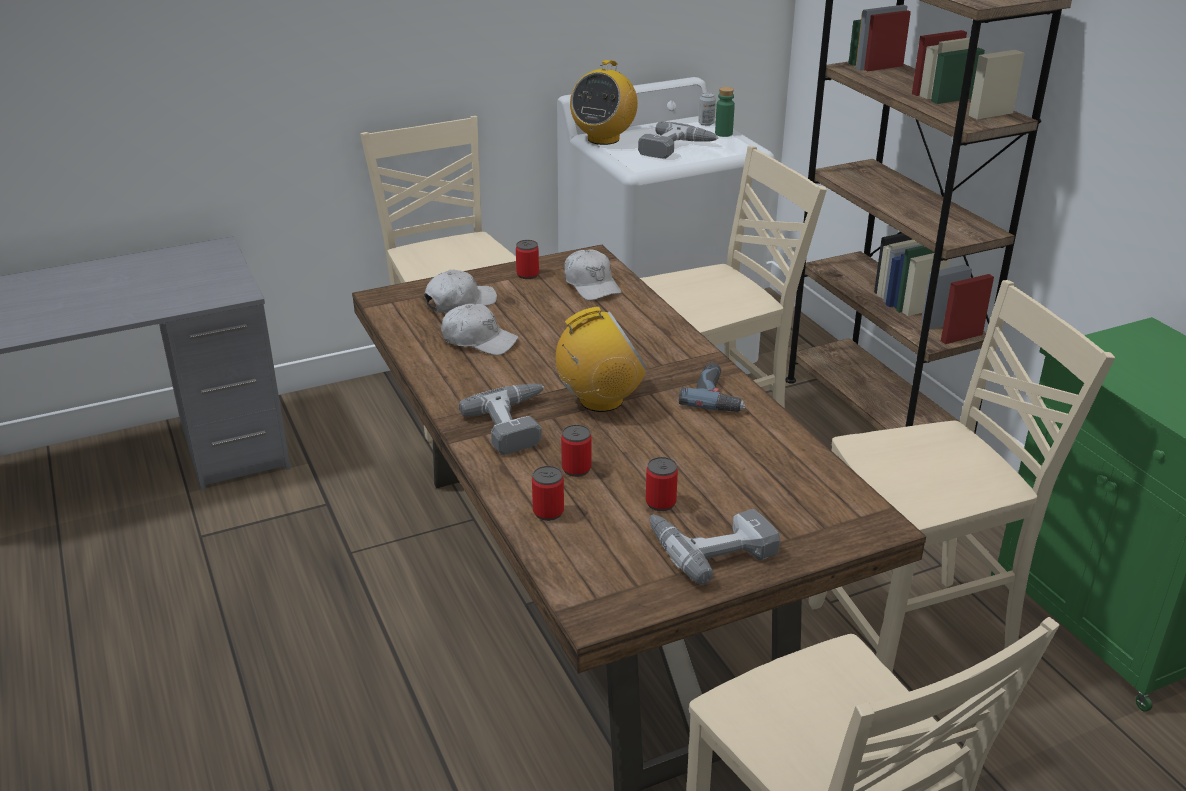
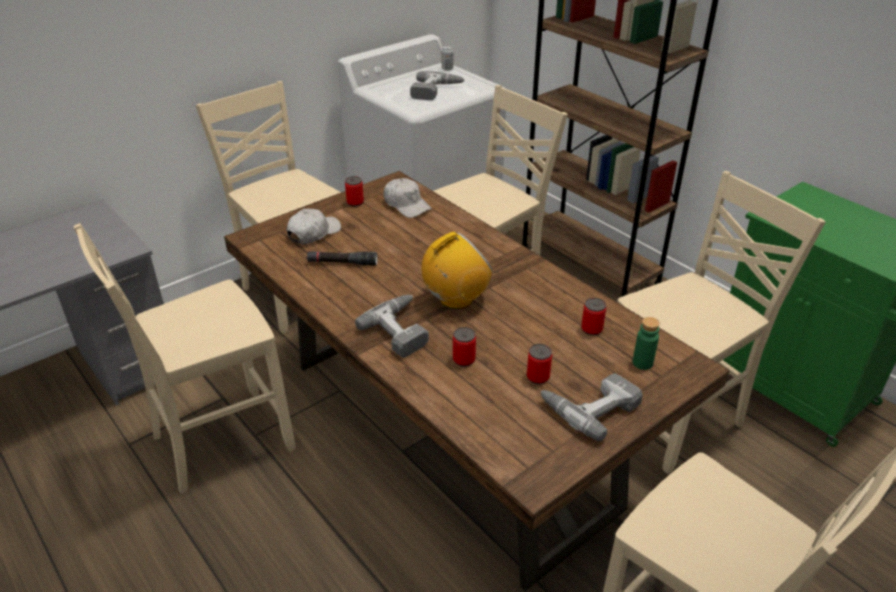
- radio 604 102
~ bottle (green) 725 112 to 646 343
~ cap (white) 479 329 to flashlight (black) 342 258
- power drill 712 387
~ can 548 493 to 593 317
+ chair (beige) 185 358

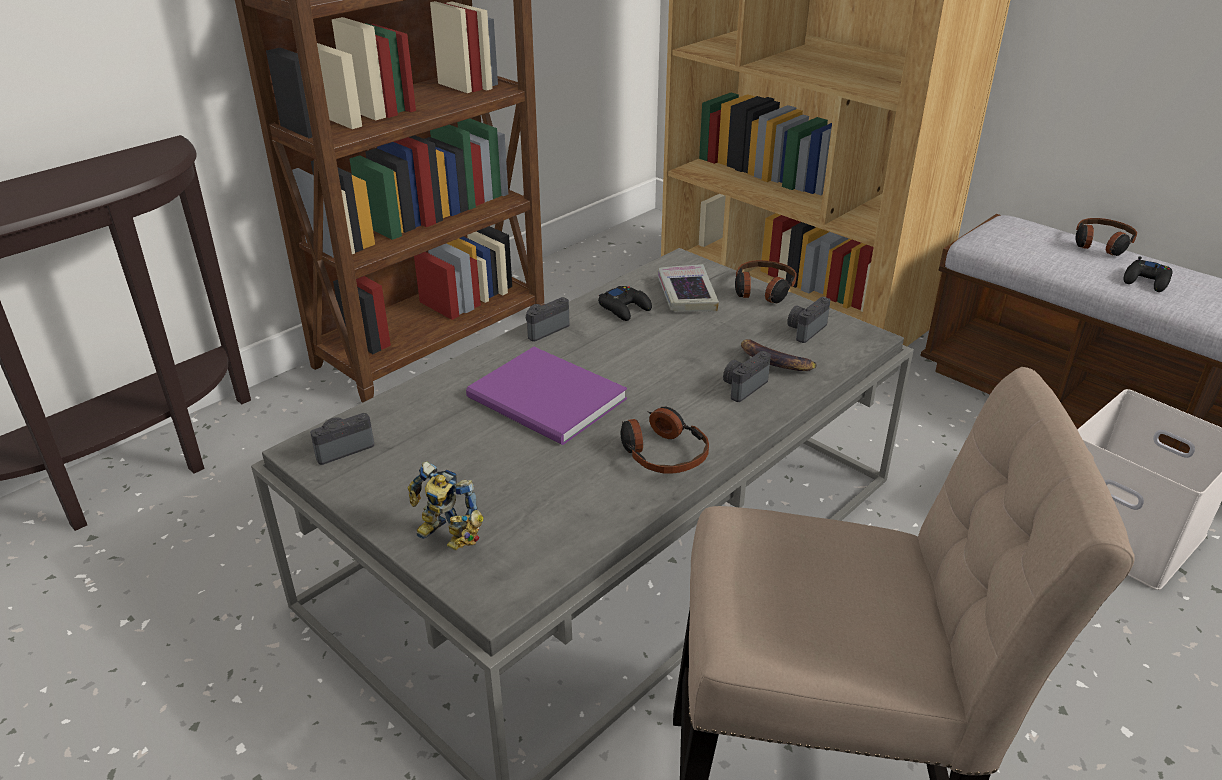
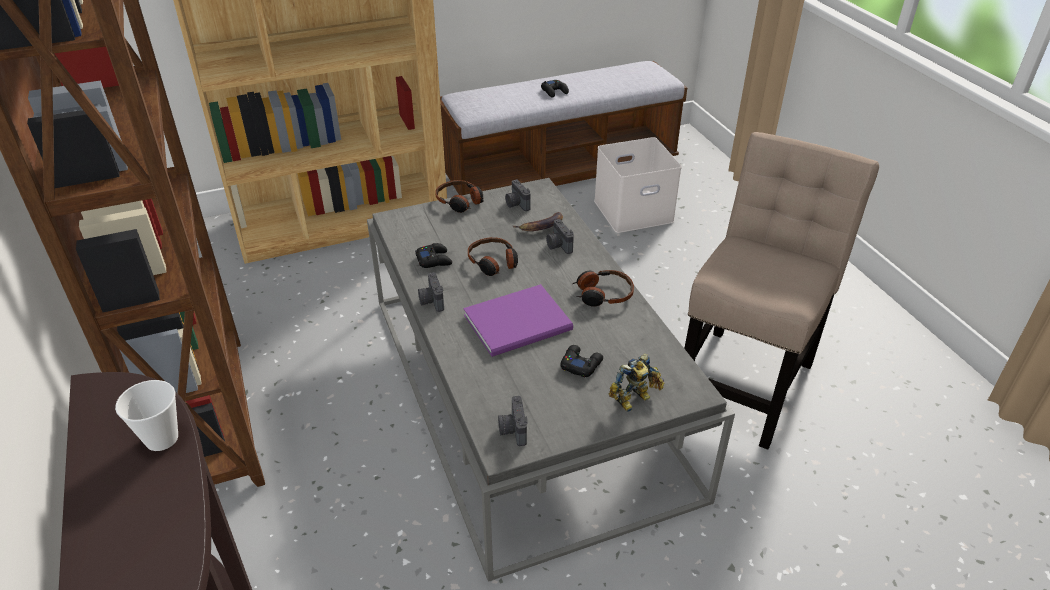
~ headphones 1106 237 to 493 256
- book 688 288
+ game controller (black) 581 361
+ cup 146 415

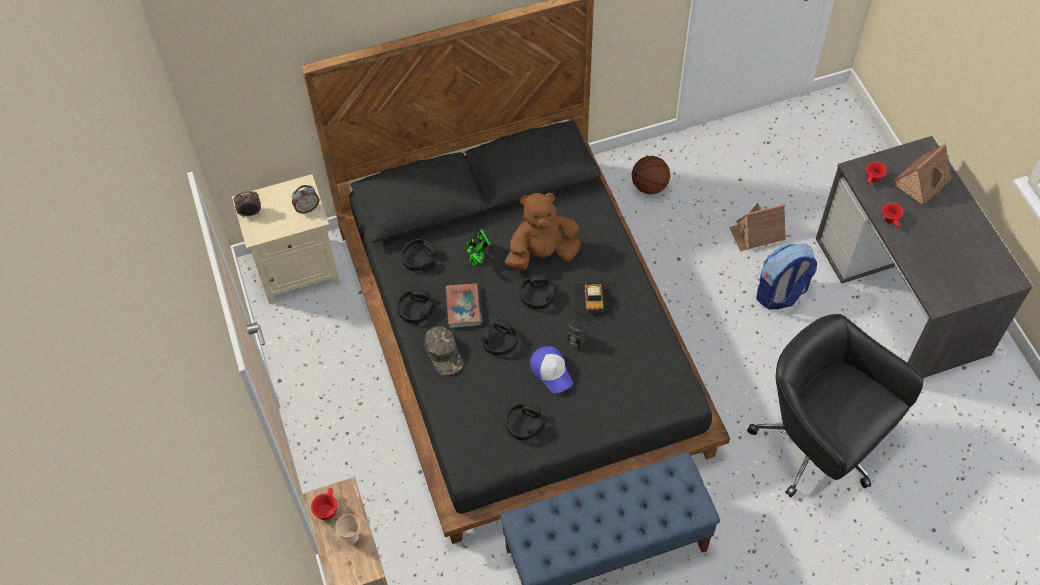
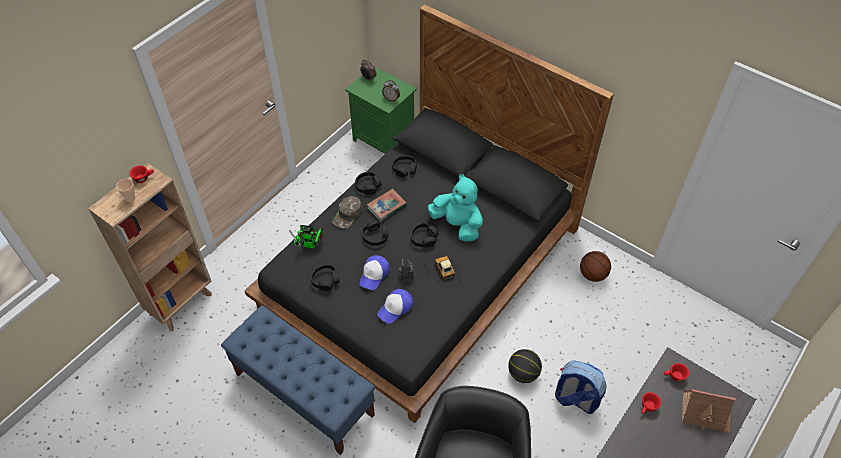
~ nightstand (beige) 286 239 to nightstand (green) 381 110
~ plush toy (brown) 543 231 to plush toy (turquoise) 455 208
- toy house 757 227
~ toy robot 479 247 to 306 236
~ toy car 594 301 = 444 270 105 degrees clockwise
+ cap 395 306
+ basketball 525 366

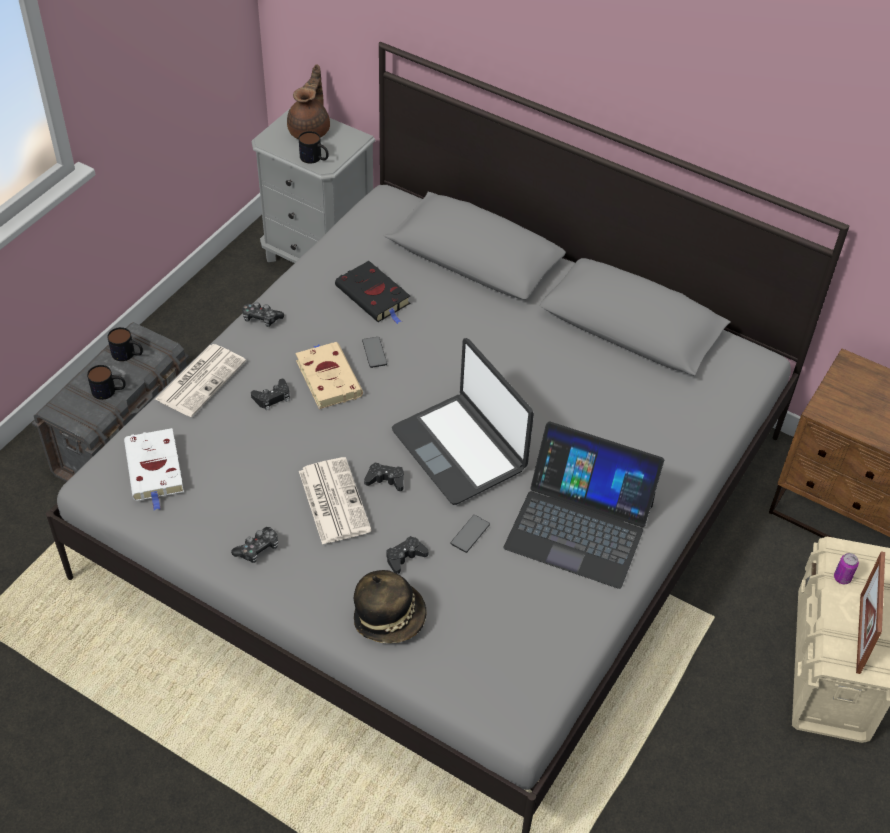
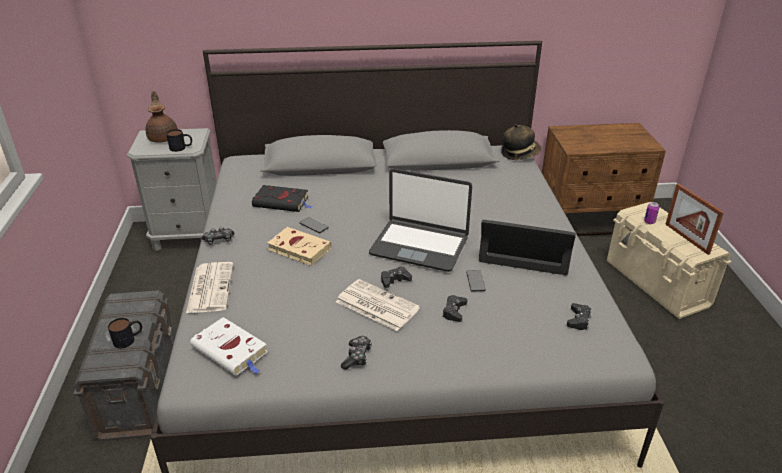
- mug 125 344
~ game controller (black) 270 394 to 579 316
~ laptop 584 505 = 527 247 150 degrees counterclockwise
~ hat 390 607 to 521 142

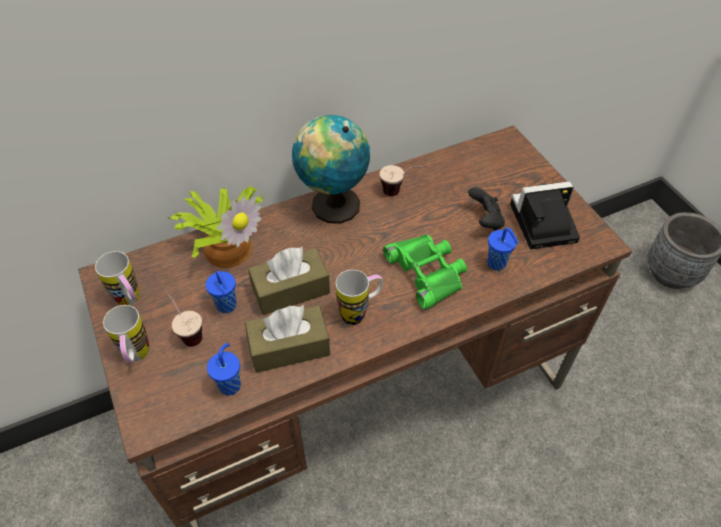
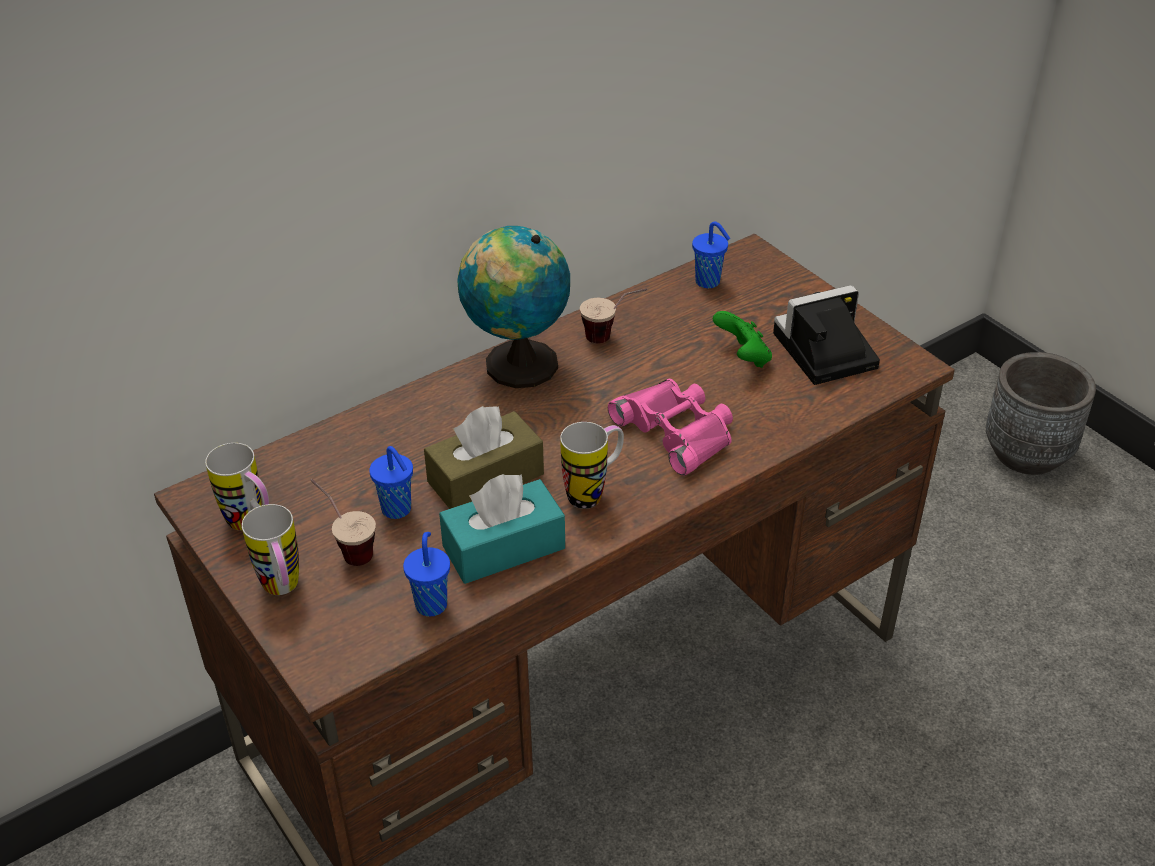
- potted plant 215 227
~ game controller (black) 486 208 to game controller (green) 742 339
~ cup (blue) 503 249 to 711 254
~ binoculars (green) 425 272 to binoculars (pink) 670 427
~ tissue box (brown) 287 339 to tissue box (turquoise) 502 529

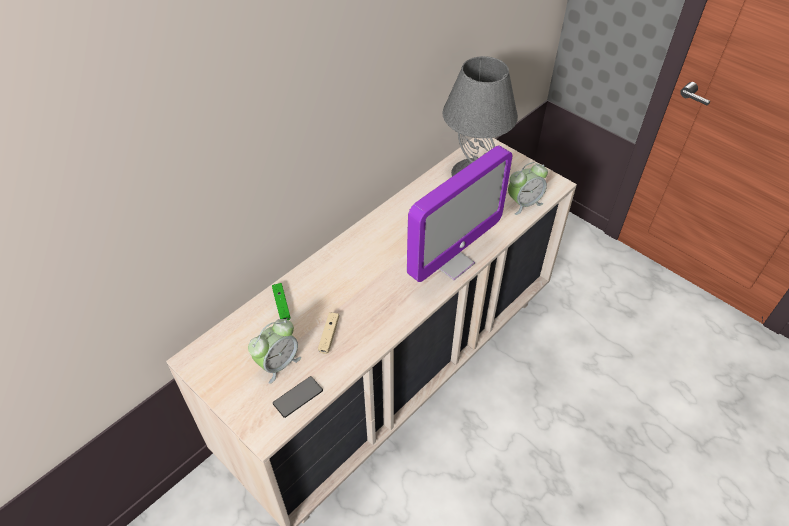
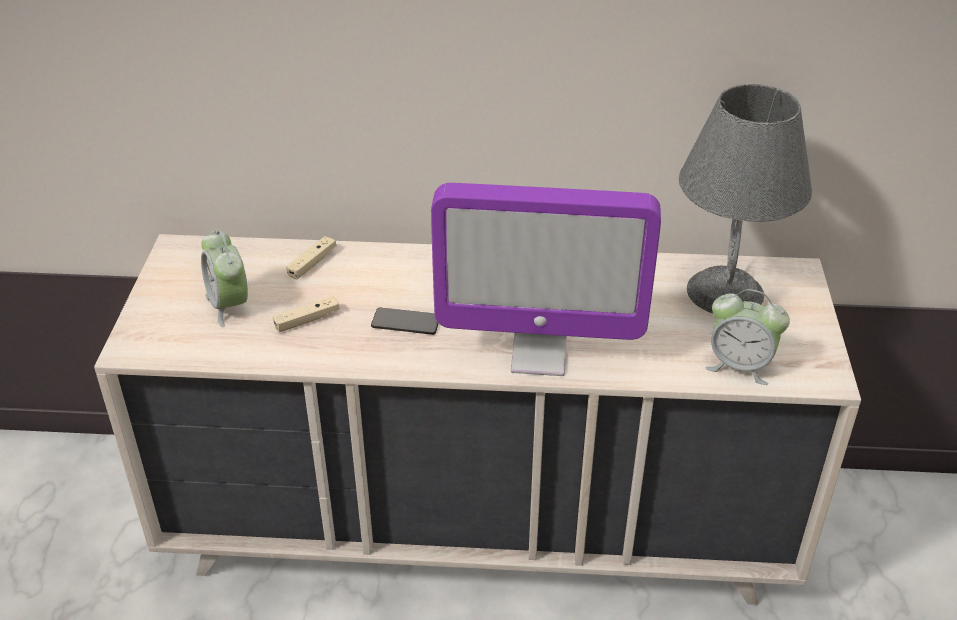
~ game controller (green) 281 301 to game controller (beige) 311 257
~ alarm clock 274 351 = 224 279 60 degrees clockwise
~ phone 298 397 to 405 321

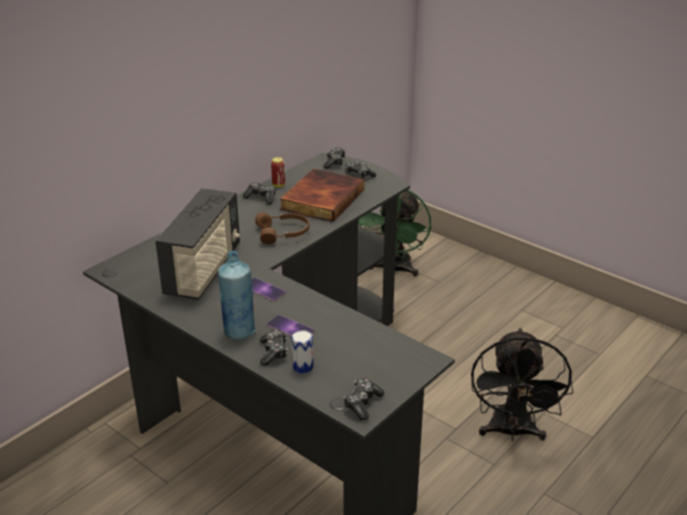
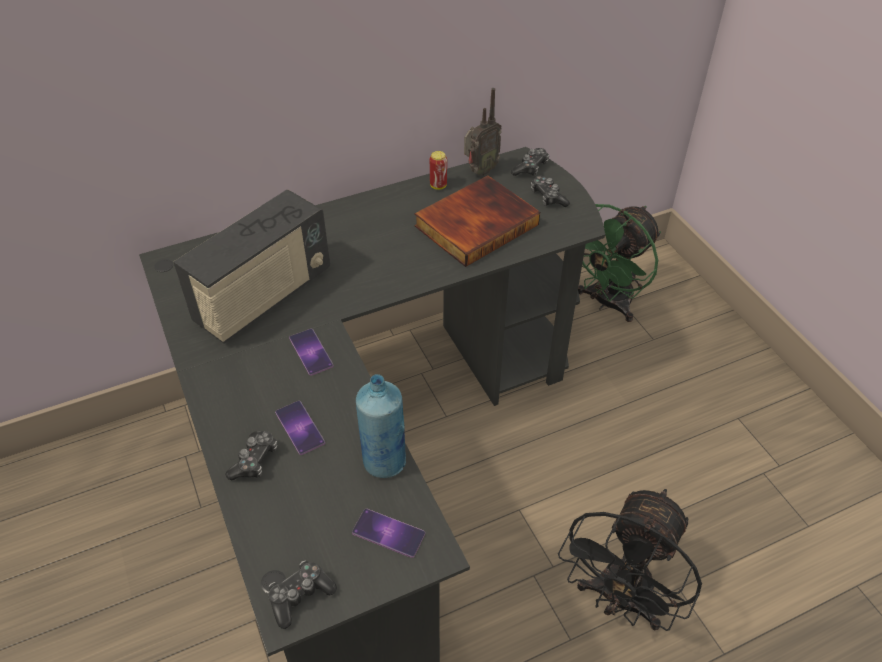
- game controller 259 193
- headphones (brown) 282 228
~ bottle (blue) 236 295 to 381 426
- can 303 352
+ radio 483 132
+ phone 388 533

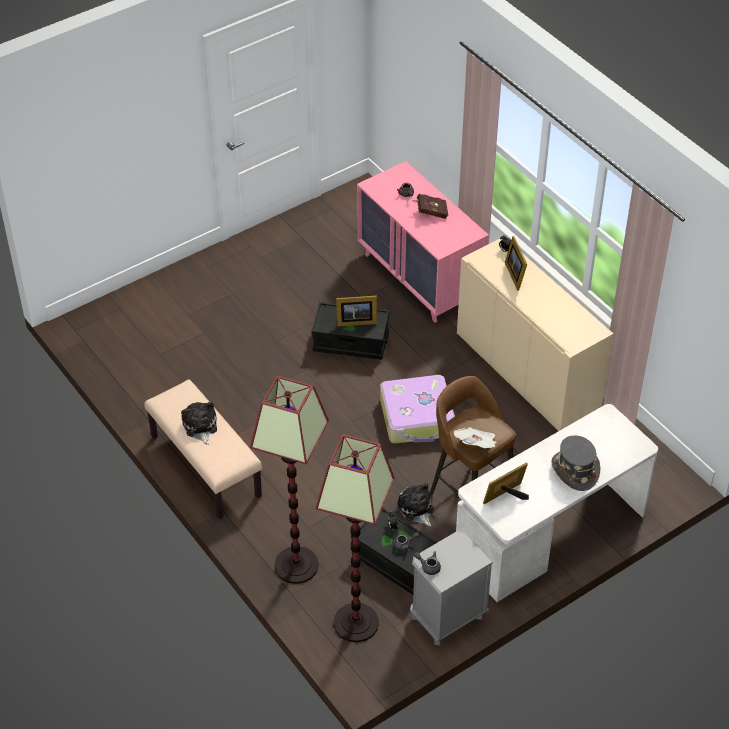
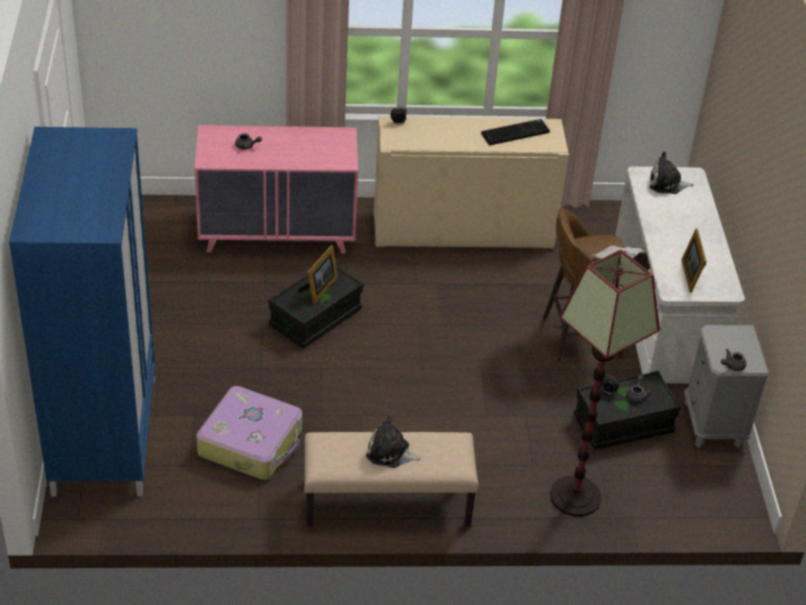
- book (red) 430 206
- picture frame 516 263
~ suitcase 417 409 to 249 433
- floor lamp 355 538
- hat (grey) 575 463
~ plush toy 415 504 to 672 172
+ keyboard 515 132
+ wardrobe (blue) 82 311

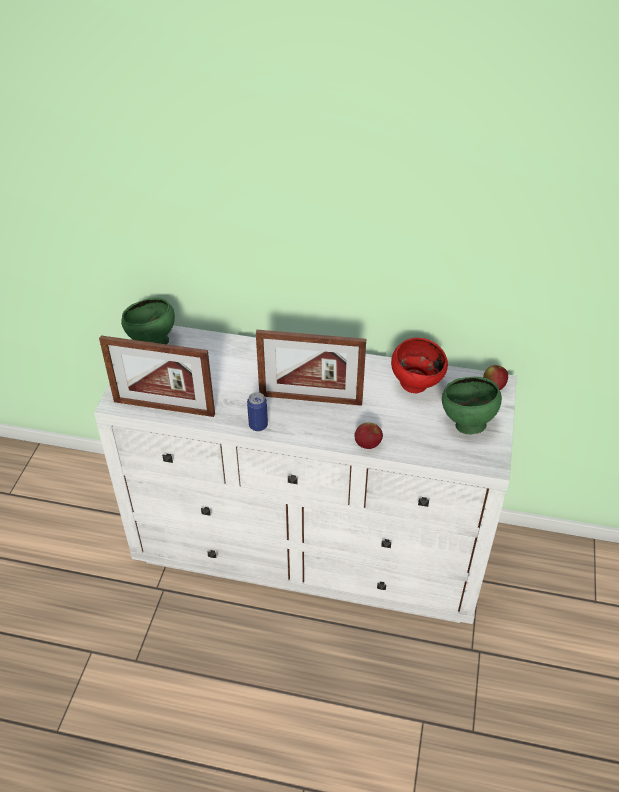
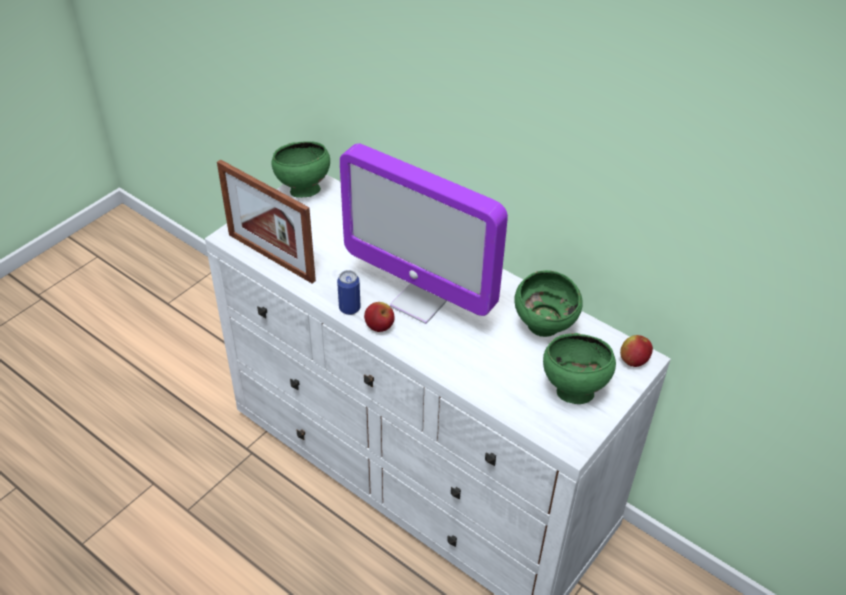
~ picture frame 311 368 to monitor 424 233
~ bowl (red) 419 365 to bowl (green) 548 303
~ apple 368 435 to 379 317

